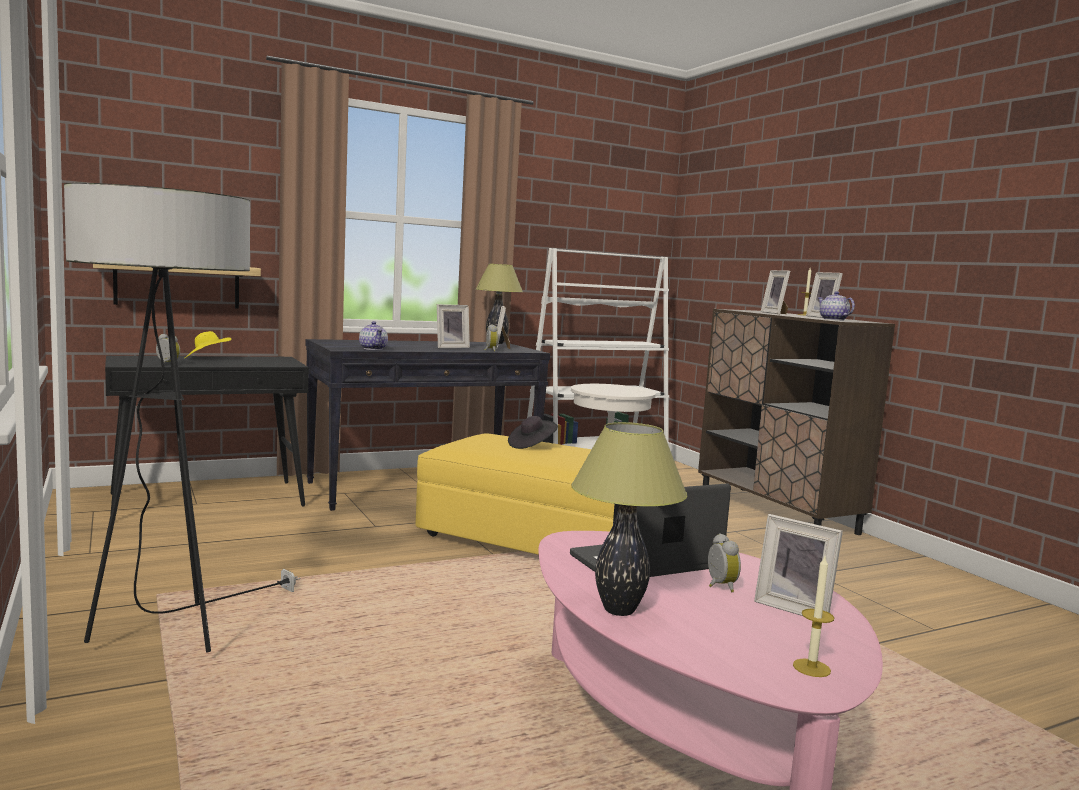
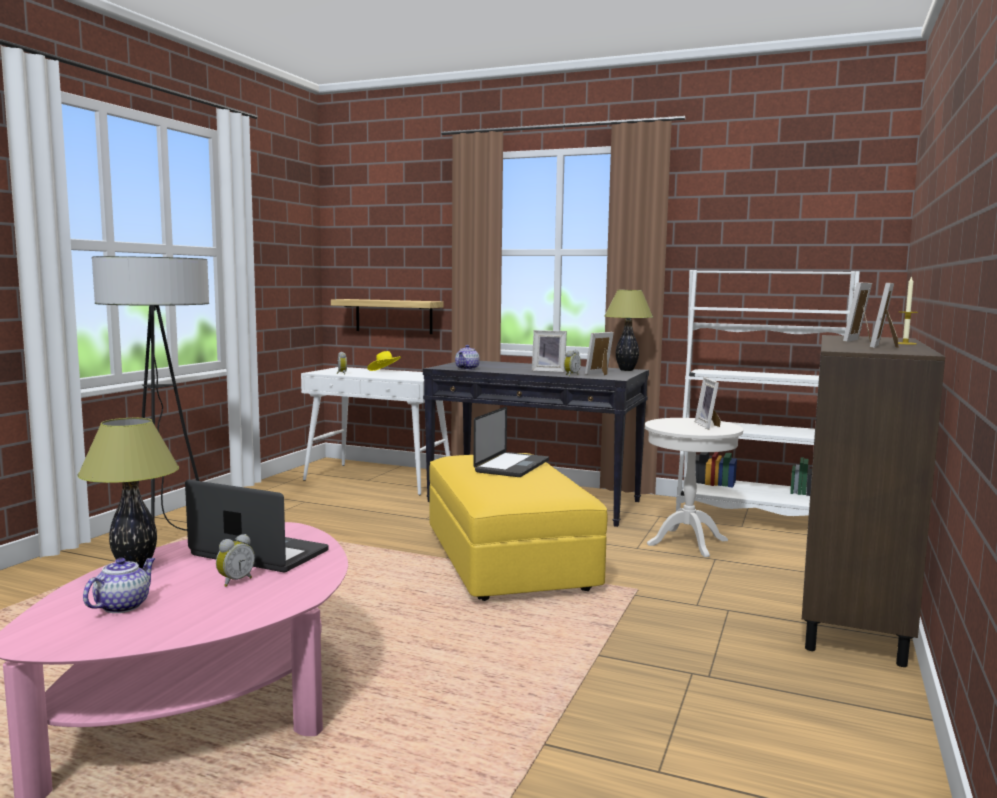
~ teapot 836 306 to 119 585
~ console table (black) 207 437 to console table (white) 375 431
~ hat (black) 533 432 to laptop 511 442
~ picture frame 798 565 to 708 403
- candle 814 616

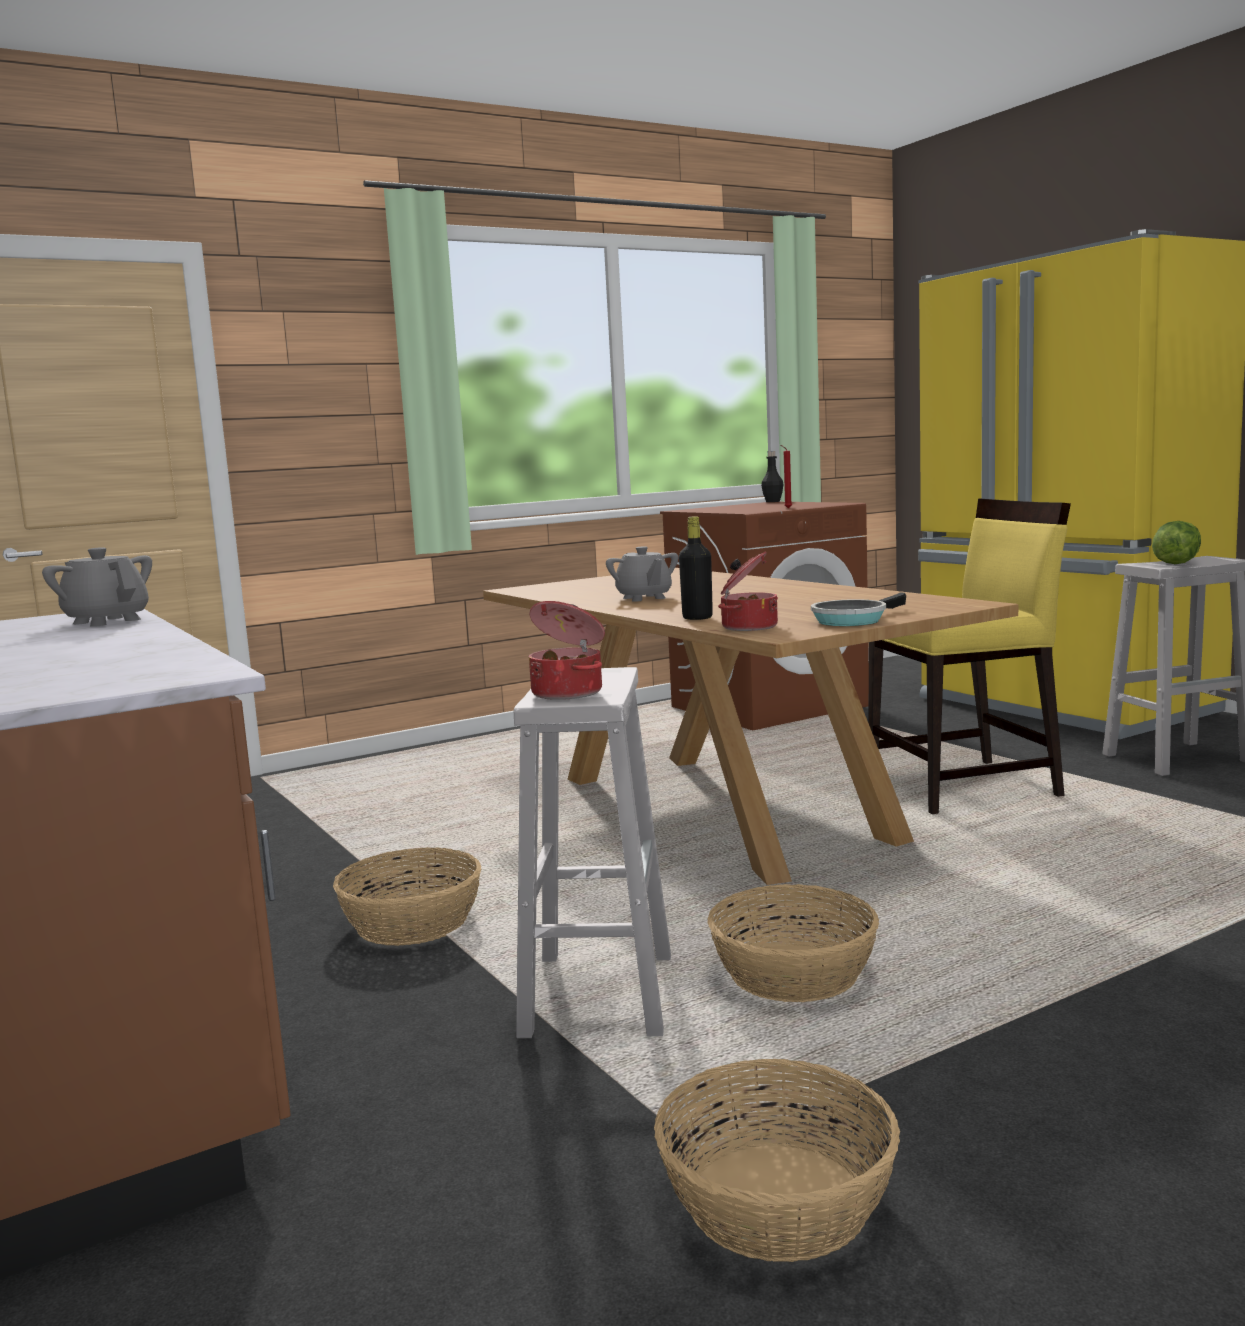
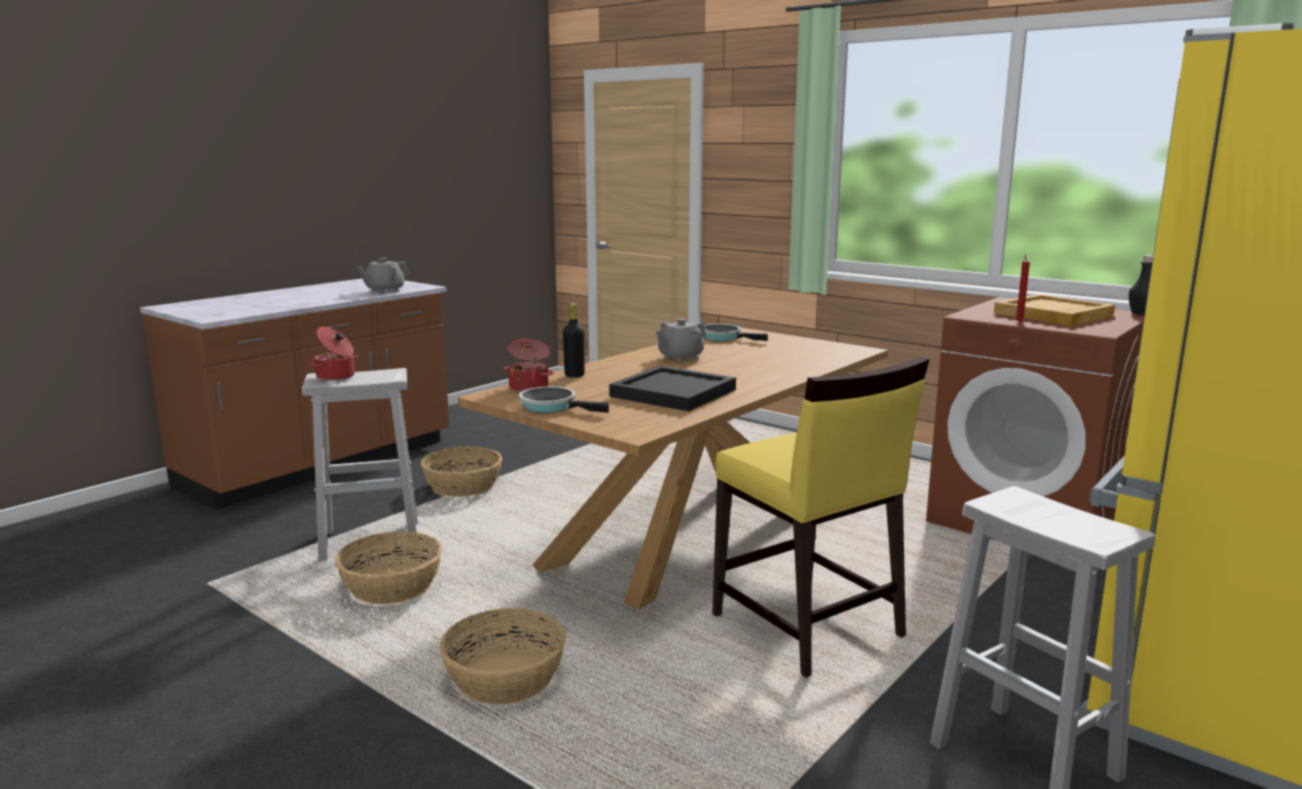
- lettuce 1176 542
~ teapot (grey) 97 587 = 383 276 150 degrees counterclockwise
~ basket 777 1160 to 502 656
+ tray (beige) 1054 310
+ frying pan 736 332
+ tray (black) 672 388

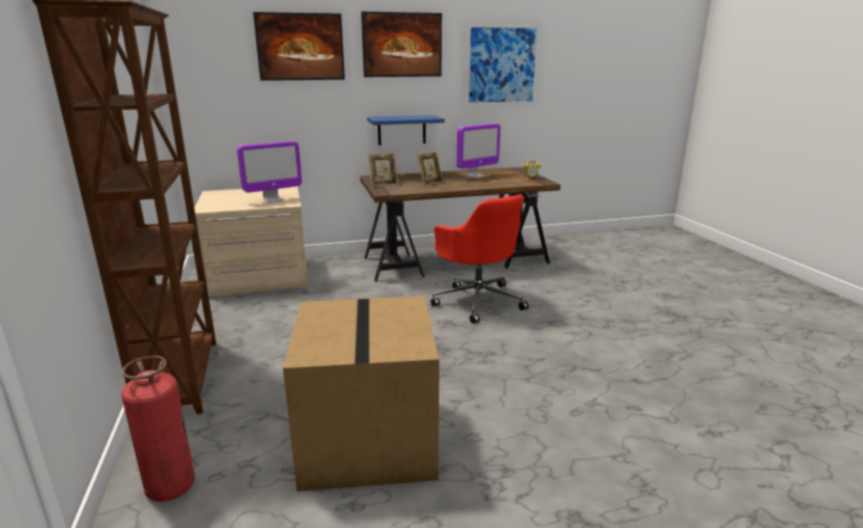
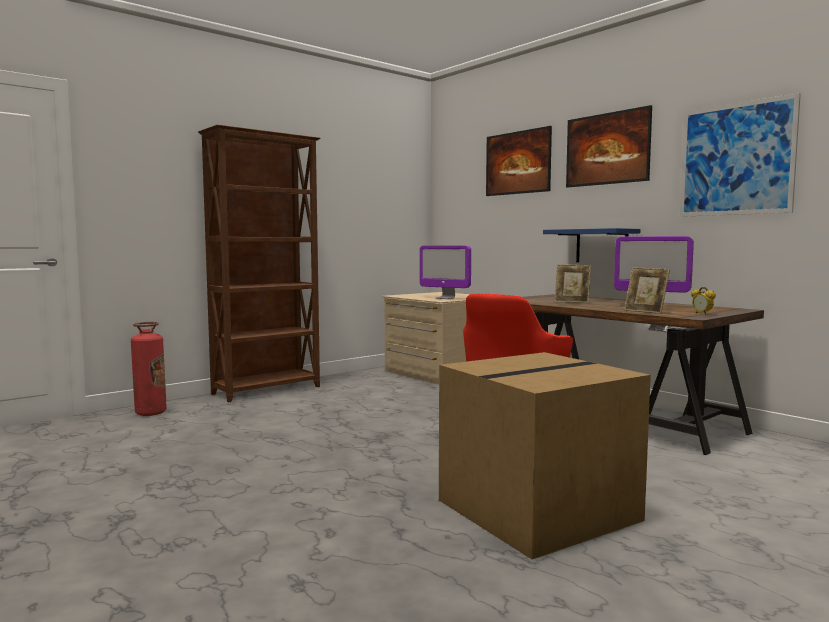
~ picture frame 383 170 to 647 290
~ cardboard box 361 393 to 545 455

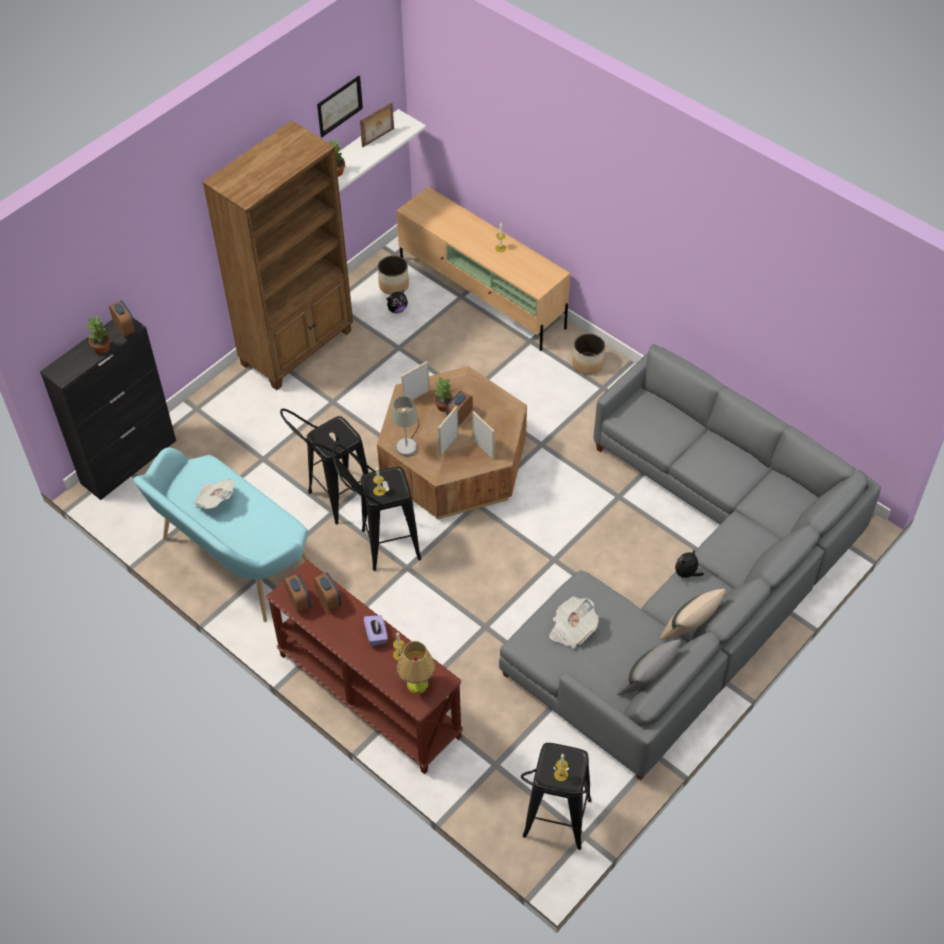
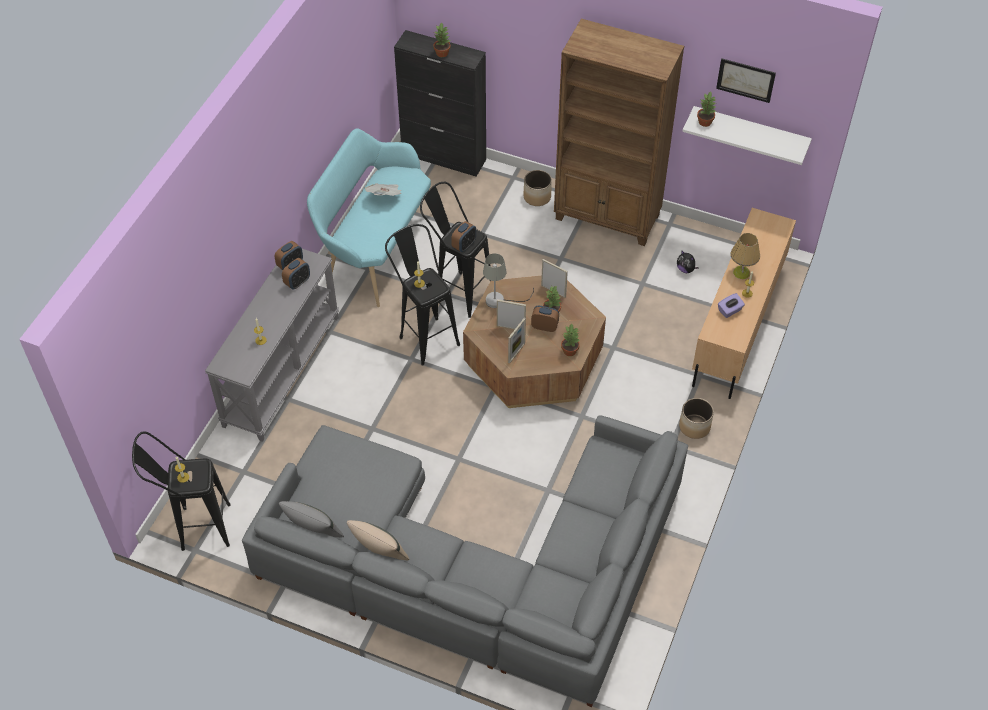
- picture frame 377 125
~ planter 393 275 to 537 188
~ alarm clock 123 319 to 463 236
- plush toy 689 564
~ console table (brown) 364 667 to console table (grey) 272 345
- newspaper 574 622
~ tissue box (purple) 376 630 to 731 305
~ table lamp 416 667 to 745 256
+ potted plant 570 339

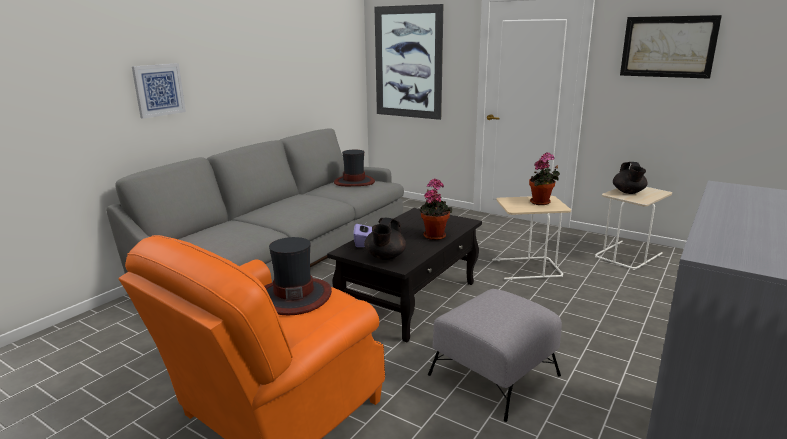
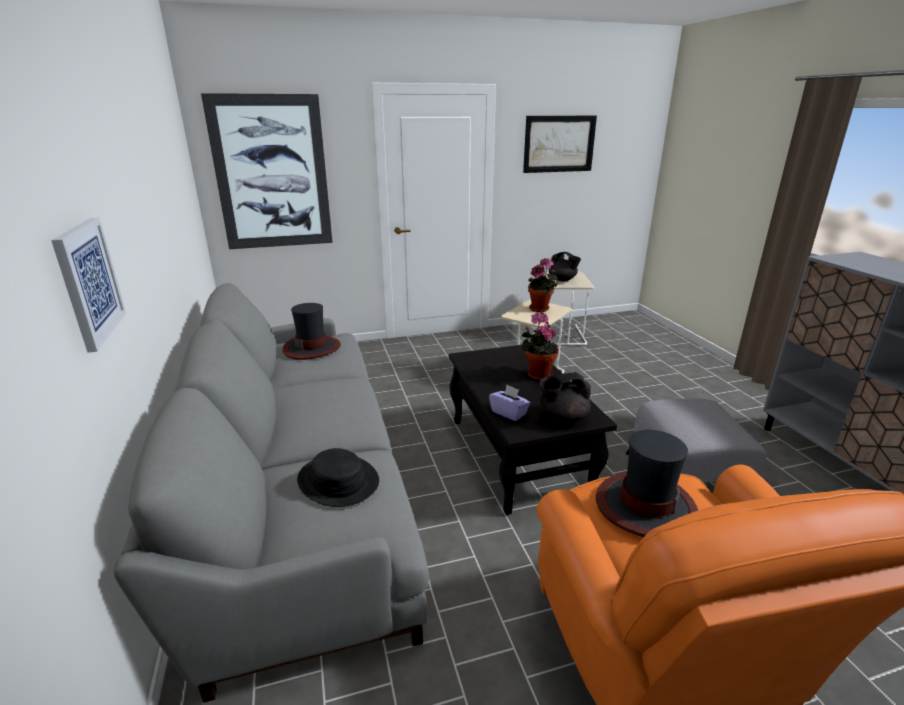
~ teapot (black) 385 239 = 565 397 105 degrees clockwise
+ hat (black) 338 477

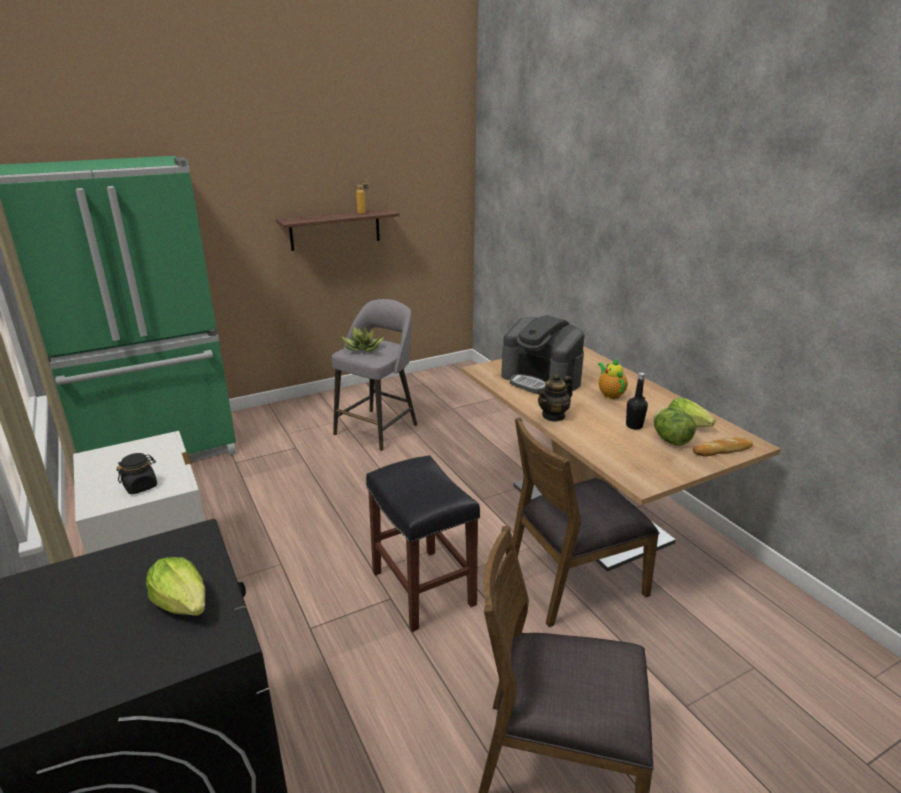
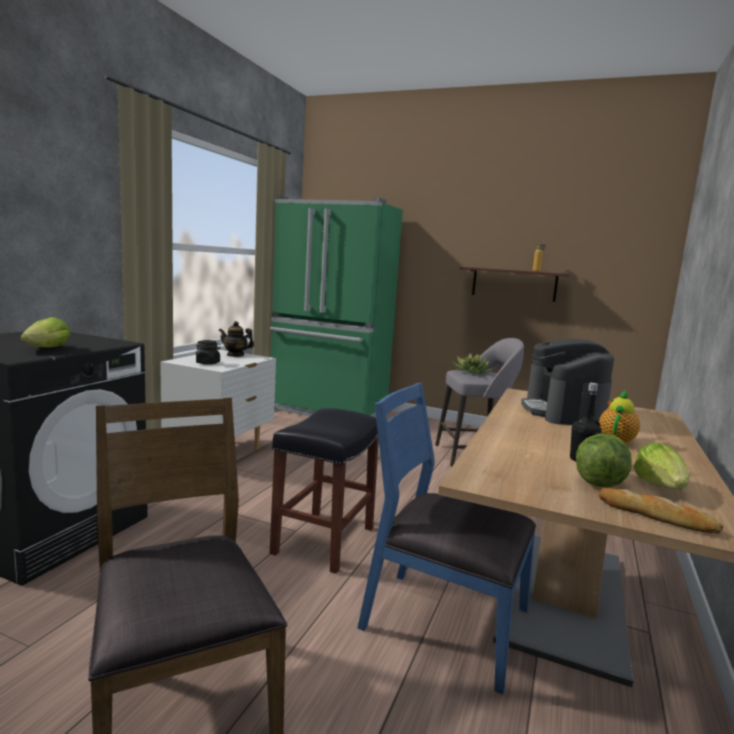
~ teapot 555 397 to 236 339
~ chair (brown) 586 522 to chair (blue) 446 539

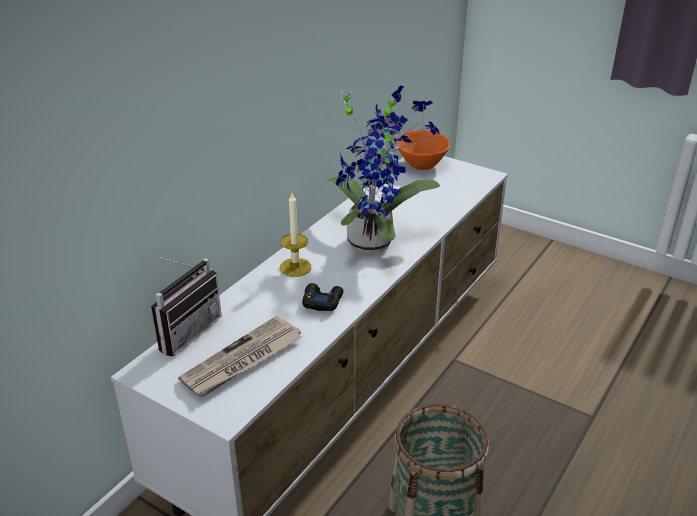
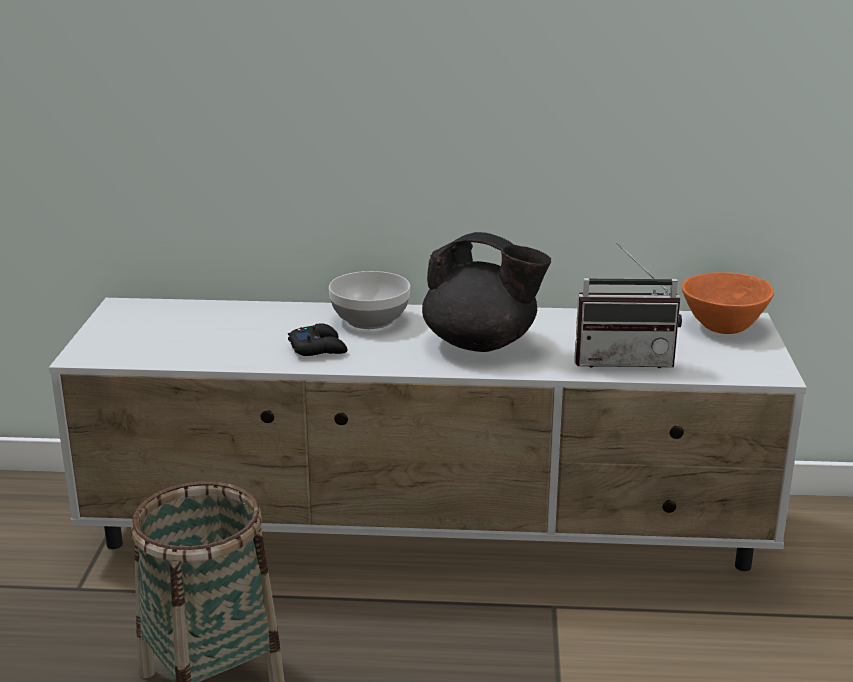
~ potted plant 383 170 to teapot (black) 486 292
~ candle 295 235 to bowl 369 300
~ radio 186 306 to 628 305
- newspaper 240 356

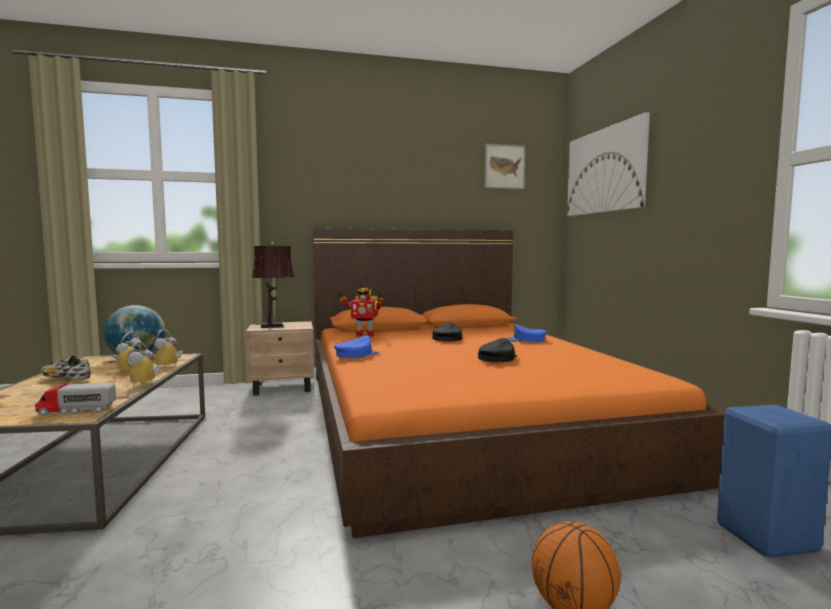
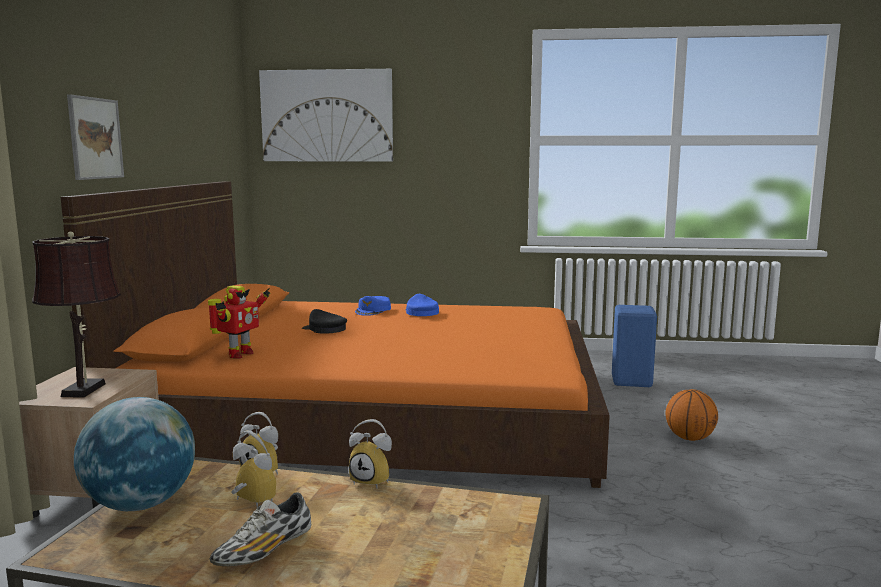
~ picture 505 166 to 95 137
~ cap (blue) 357 346 to 422 305
- cap (black) 498 350
- toy truck 75 399

